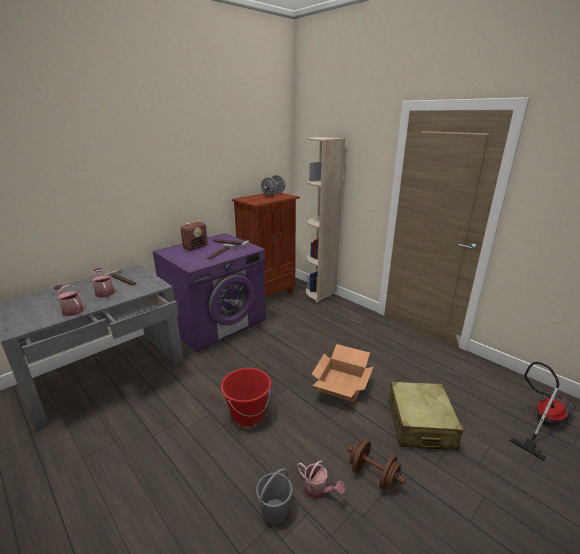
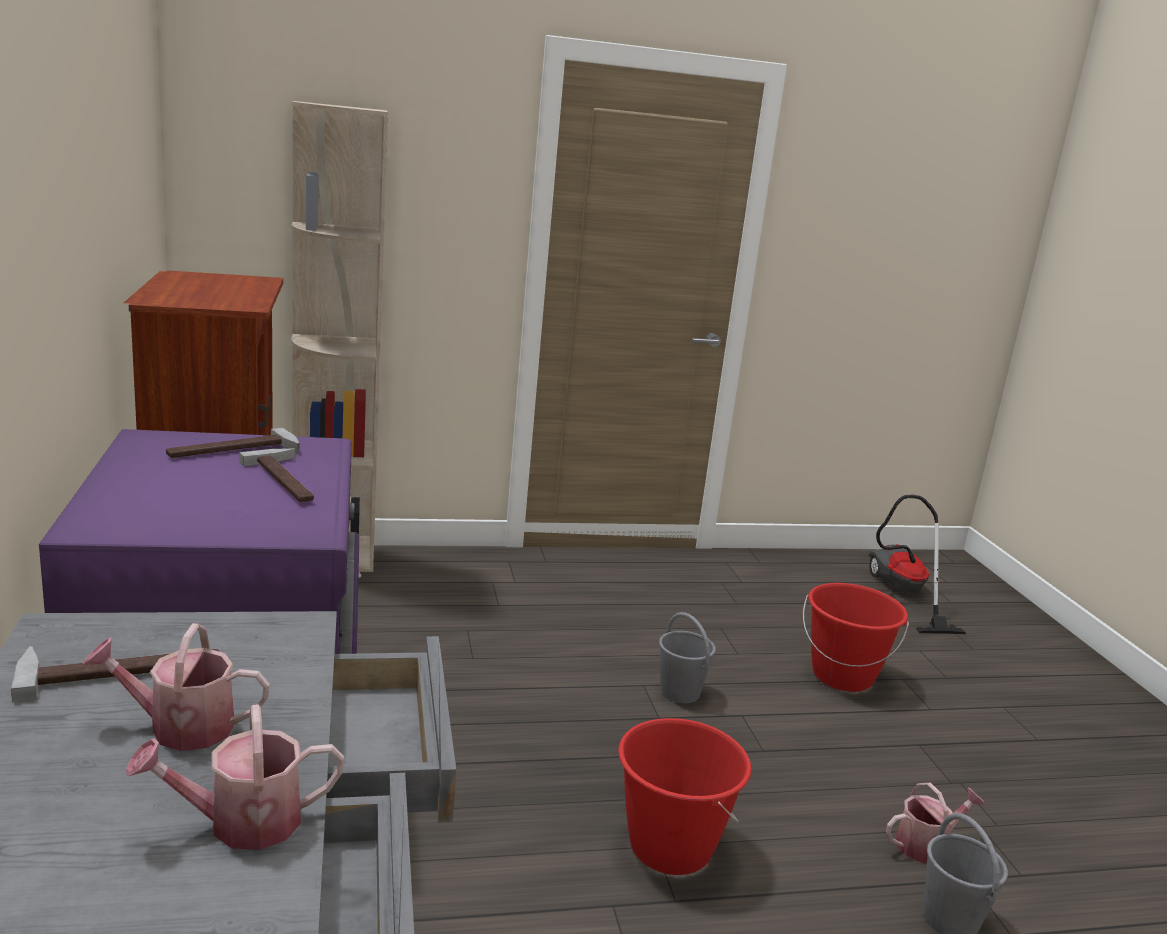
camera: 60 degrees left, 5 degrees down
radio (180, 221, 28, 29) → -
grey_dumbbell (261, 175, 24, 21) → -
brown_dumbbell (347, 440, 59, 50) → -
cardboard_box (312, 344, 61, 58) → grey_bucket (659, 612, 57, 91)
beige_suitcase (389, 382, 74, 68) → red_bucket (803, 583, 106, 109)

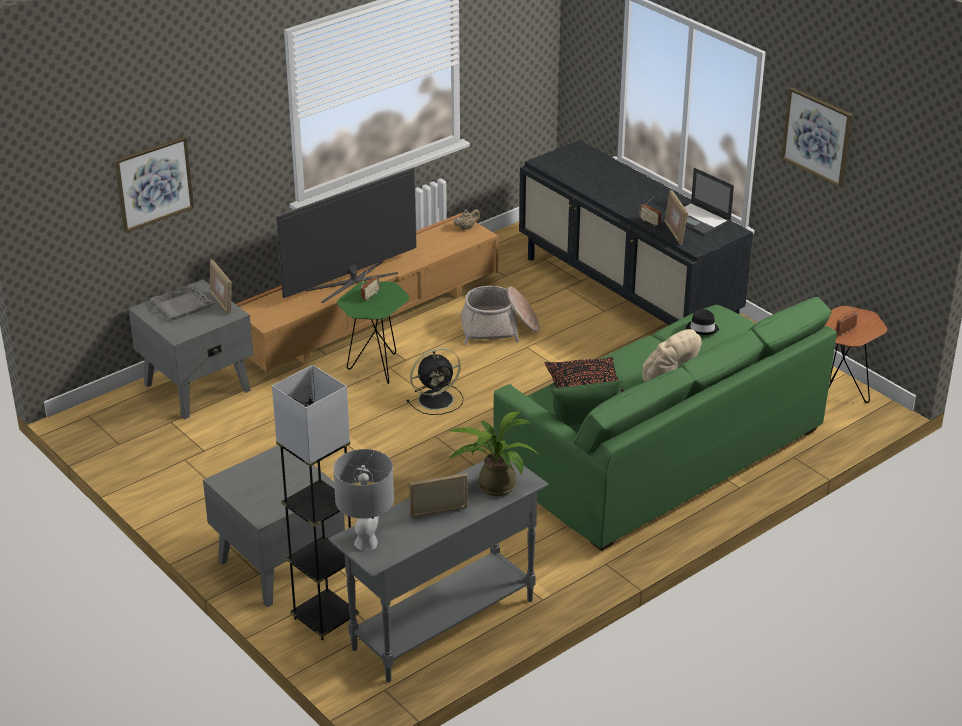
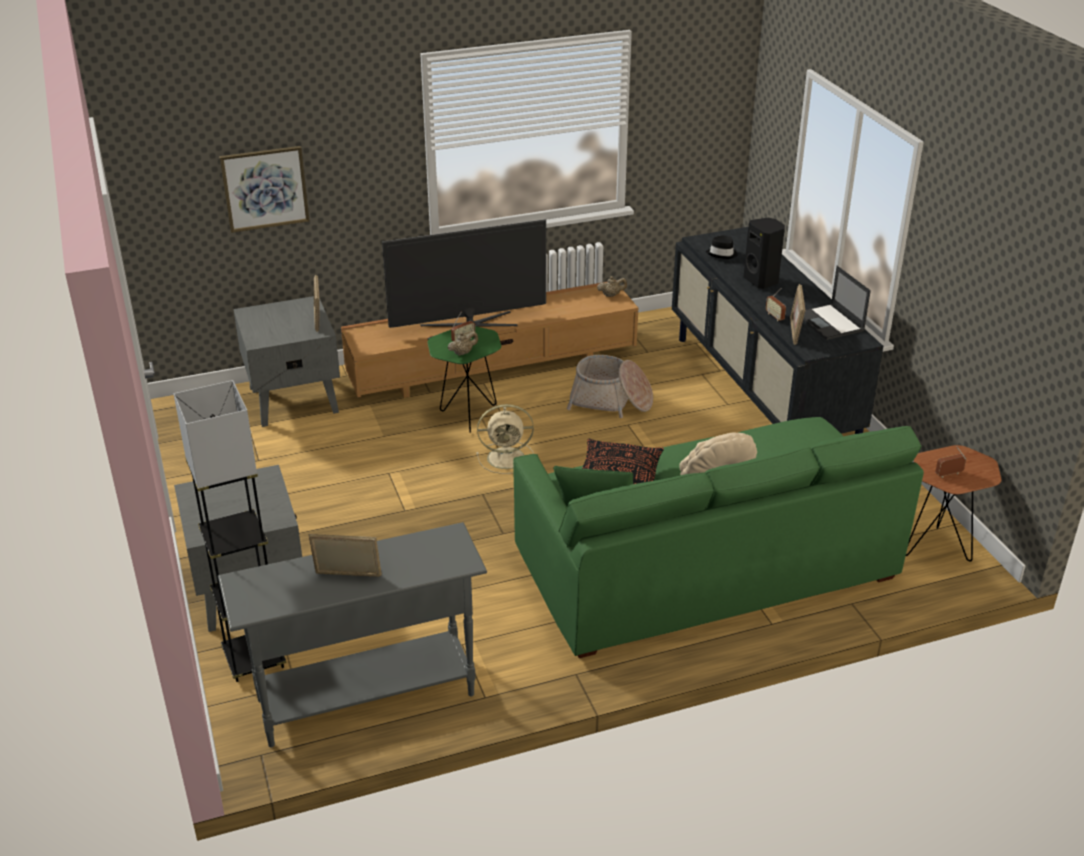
camera: 20 degrees right, 0 degrees up
grey_tray (150, 283, 65, 37) → -
grey_table_lamp (333, 449, 61, 102) → -
potted_plant (448, 412, 92, 84) → -
picture (781, 87, 71, 100) → -
- → beige_teapot (448, 332, 30, 24)
- → black_speaker (743, 218, 42, 71)
black_hat (686, 309, 33, 26) → black_hat (706, 236, 32, 23), relocated
black_fan (406, 348, 57, 67) → beige_fan (476, 404, 58, 70)

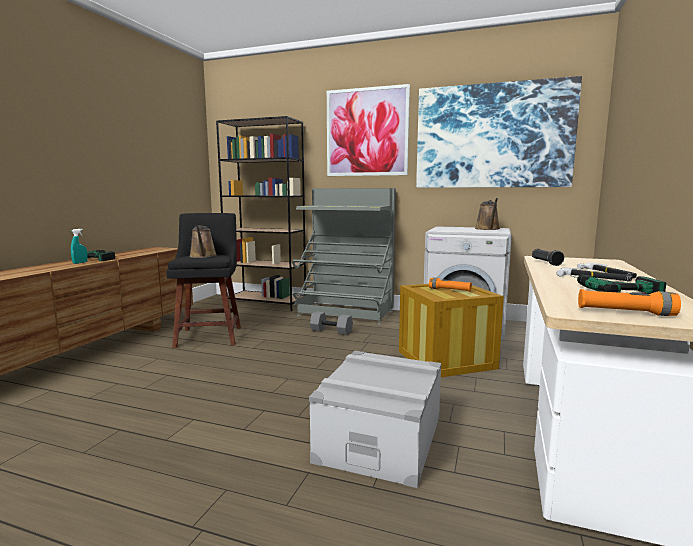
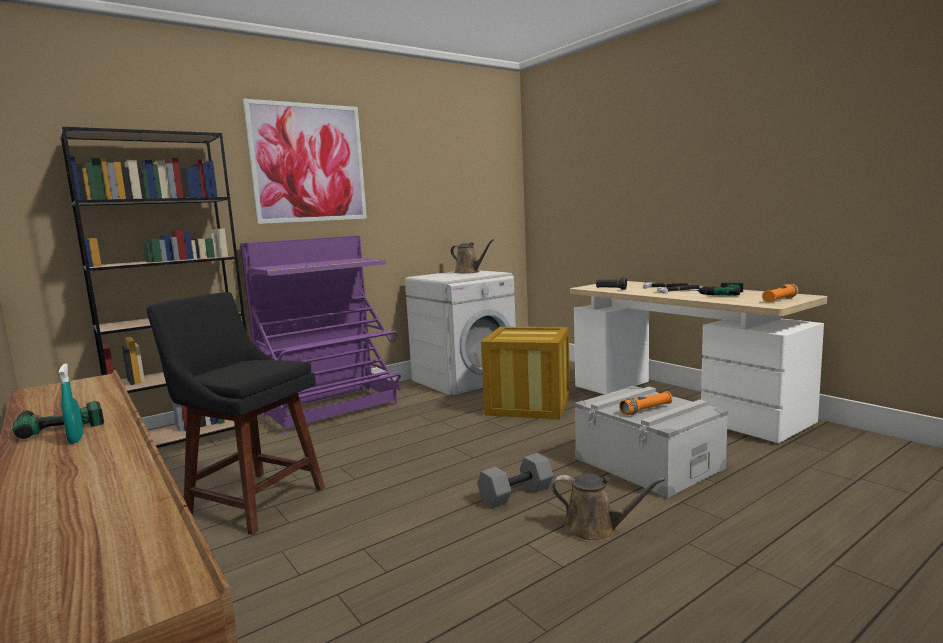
camera: 55 degrees left, 0 degrees up
picture (416, 76, 166, 112) → -
brown_watering_can (189, 225, 28, 33) → brown_watering_can (551, 473, 114, 69), relocated
grey_dumbbell (310, 311, 43, 24) → grey_dumbbell (477, 453, 76, 55), relocated
orange_flashlight (429, 278, 43, 14) → orange_flashlight (619, 391, 53, 24), relocated
grey_shoe_rack (292, 188, 104, 136) → purple_shoe_rack (240, 236, 161, 198)

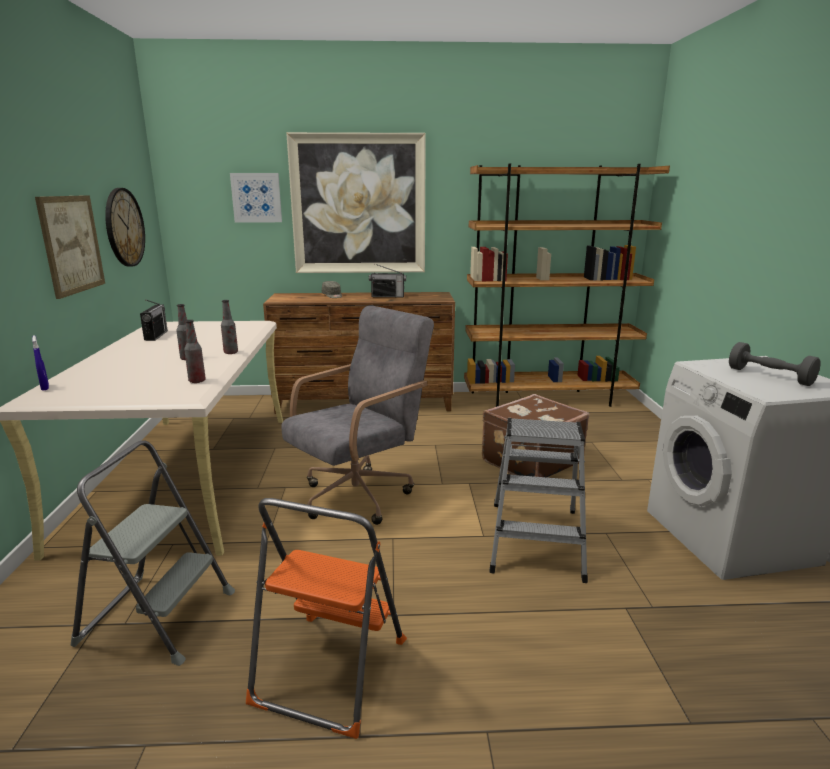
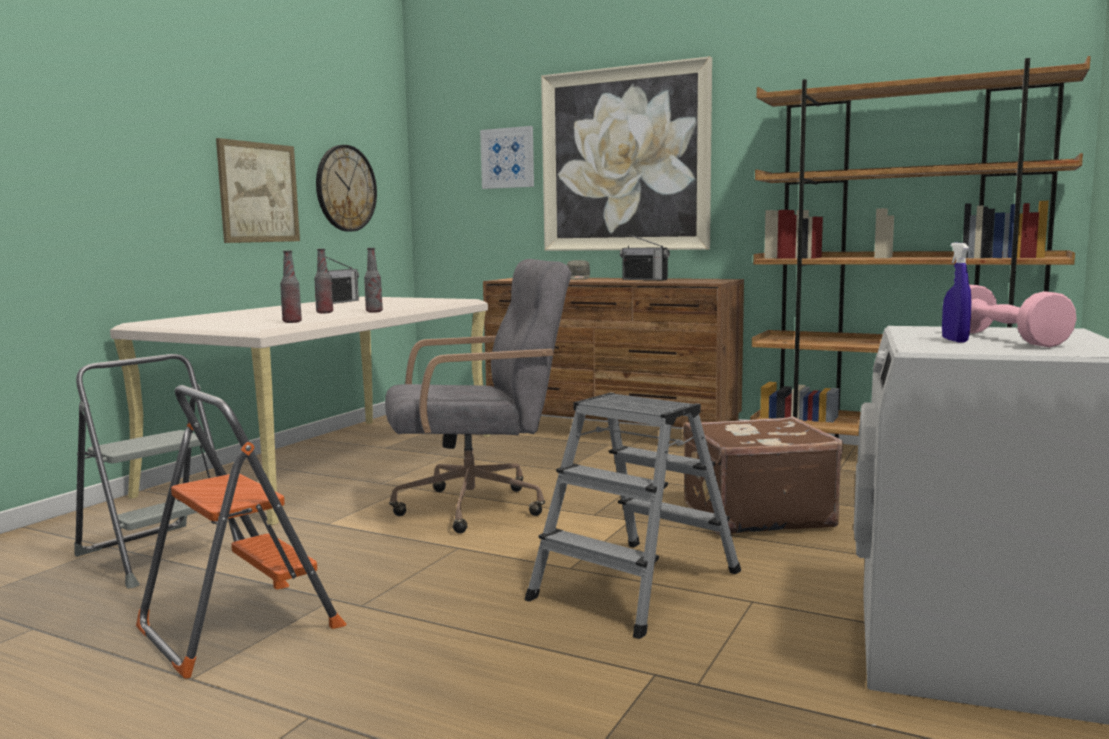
camera: 30 degrees right, 10 degrees down
blue_spray_bottle (32, 335, 17, 56) → blue_spray_bottle (942, 243, 29, 99), relocated
grey_dumbbell (729, 342, 92, 44) → pink_dumbbell (969, 284, 107, 63)

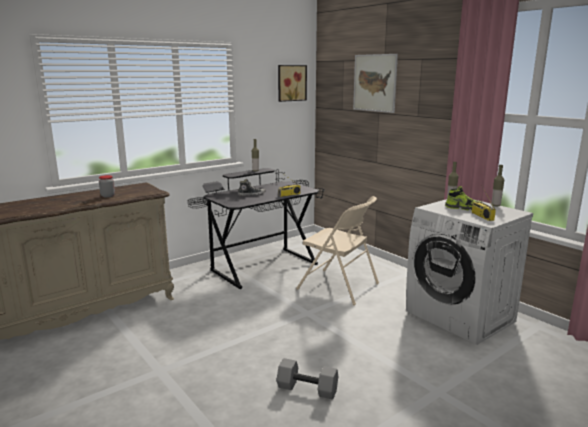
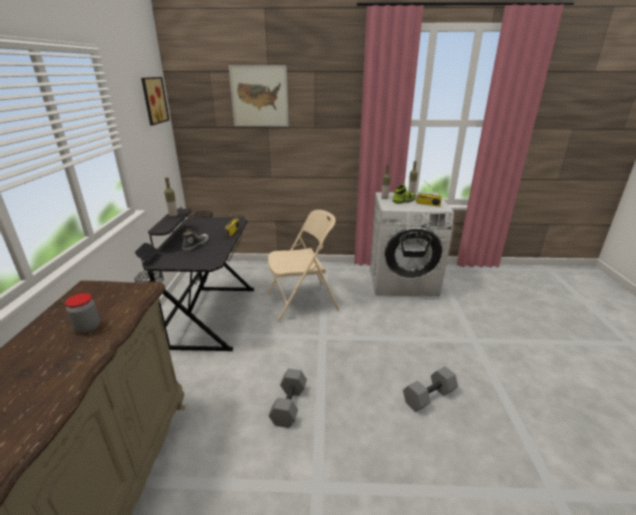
camera: 50 degrees left, 10 degrees up
- → grey_dumbbell (269, 369, 38, 59)

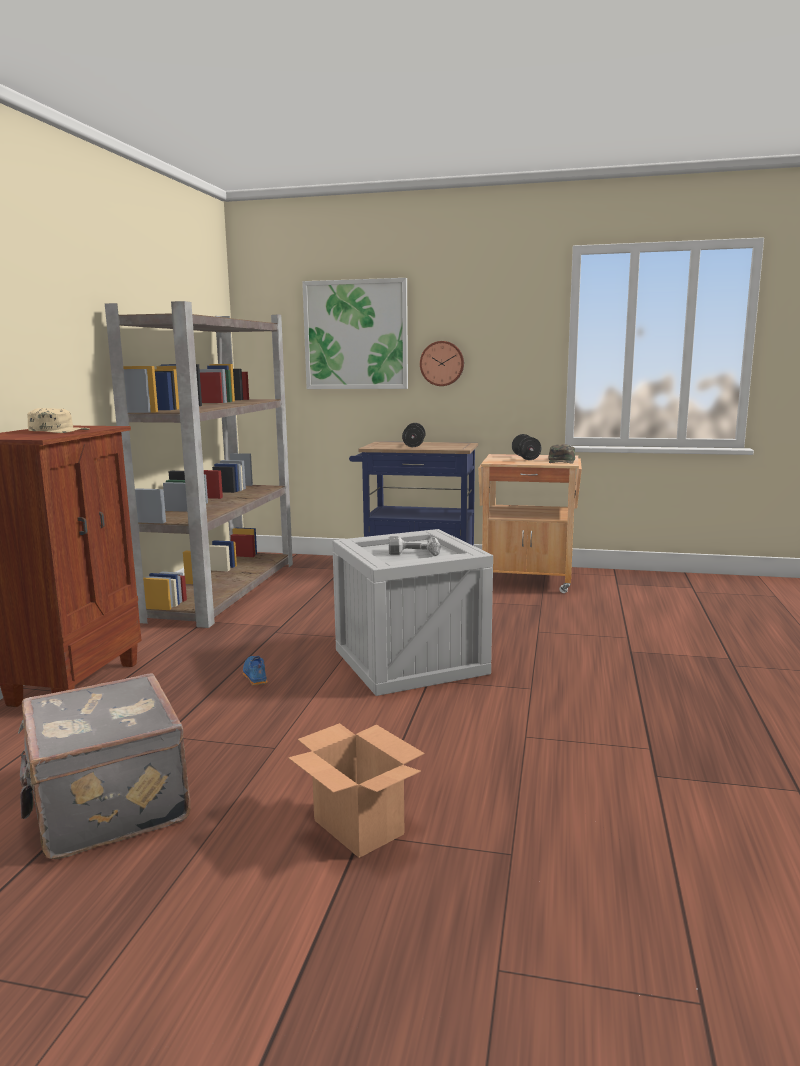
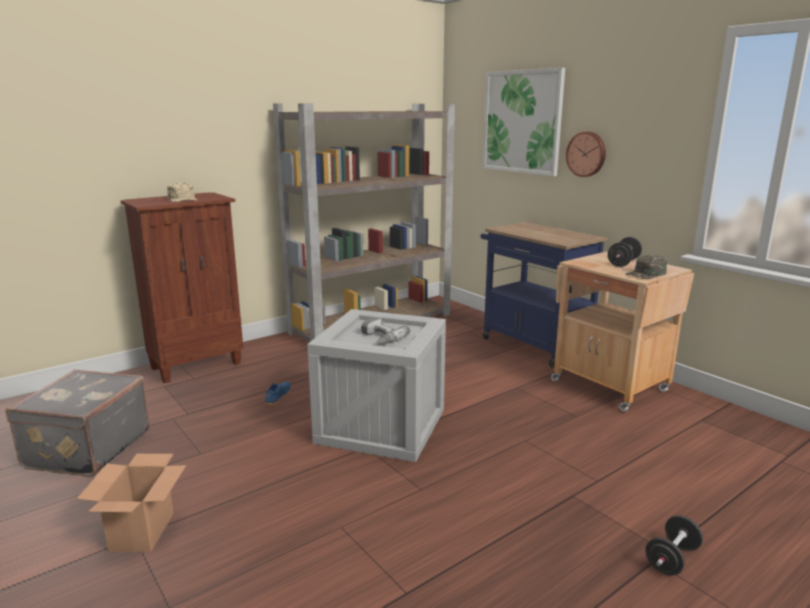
camera: 40 degrees right, 5 degrees up
black_dumbbell (402, 423, 24, 24) → black_dumbbell (646, 515, 57, 60), relocated

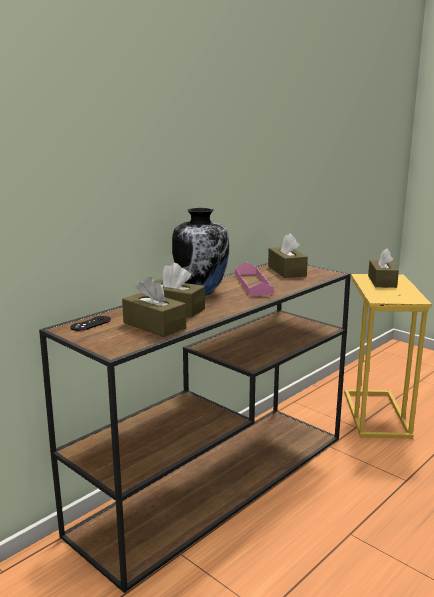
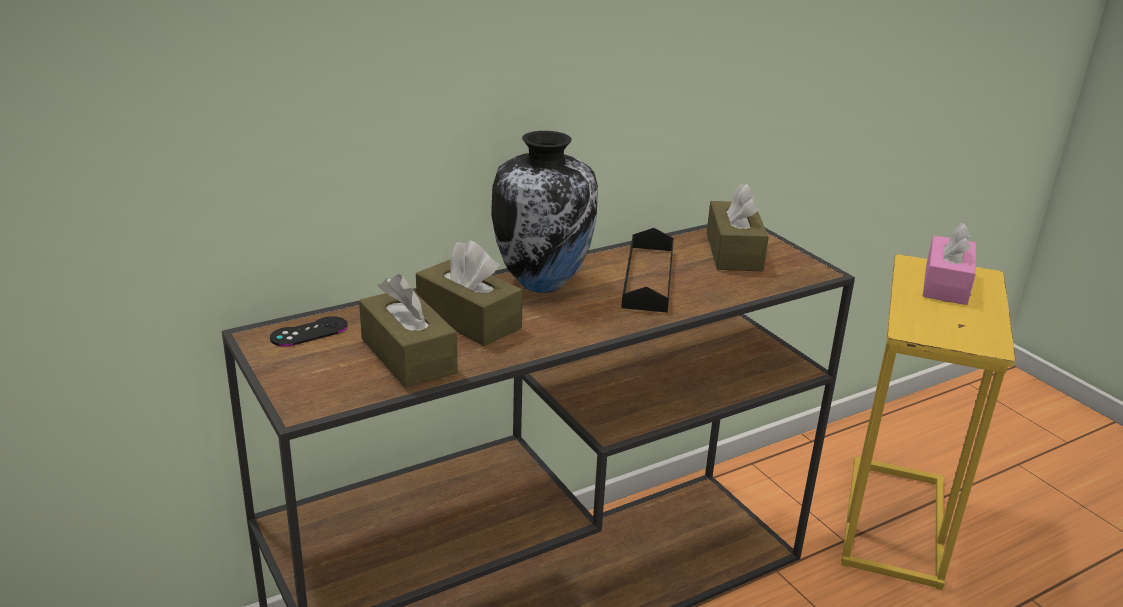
camera: 15 degrees right, 10 degrees up
pink_tray (235, 262, 39, 34) → black_tray (621, 228, 53, 85)
brown_tissue_box (368, 249, 31, 39) → pink_tissue_box (923, 223, 53, 82)

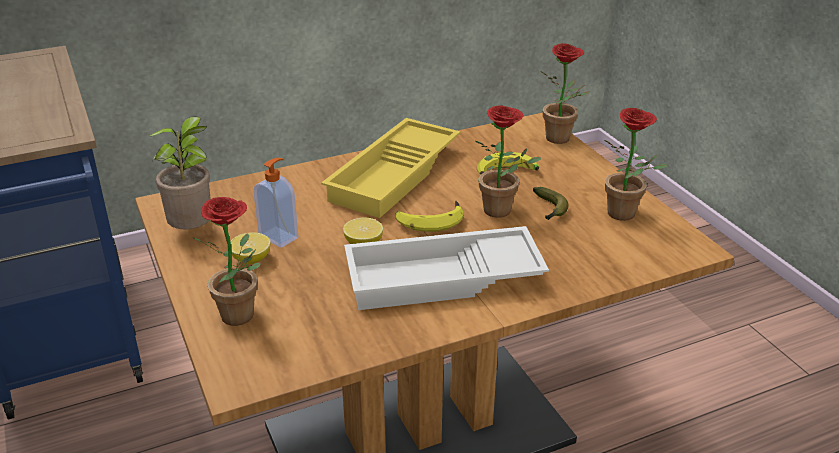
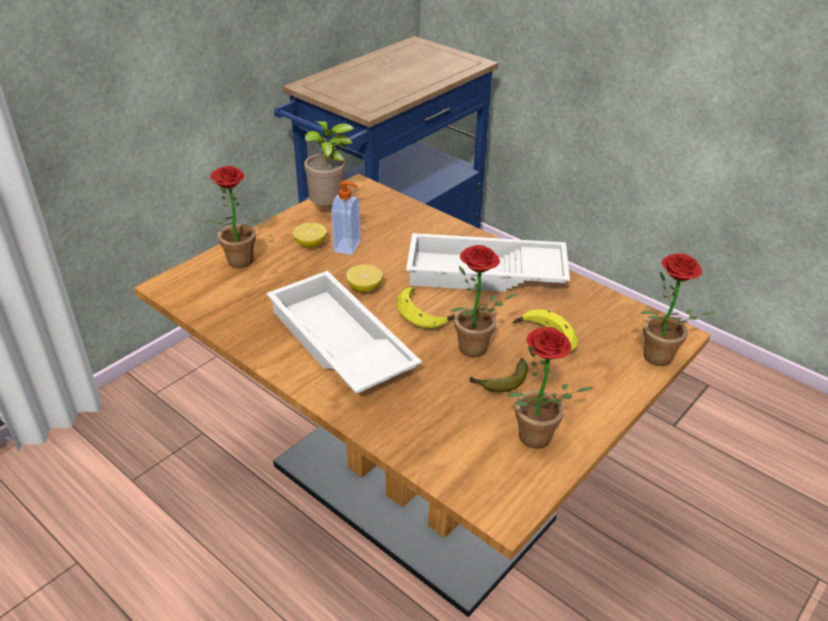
camera: 65 degrees right, 5 degrees up
yellow_tray (321, 118, 139, 100) → white_tray (406, 233, 164, 59)

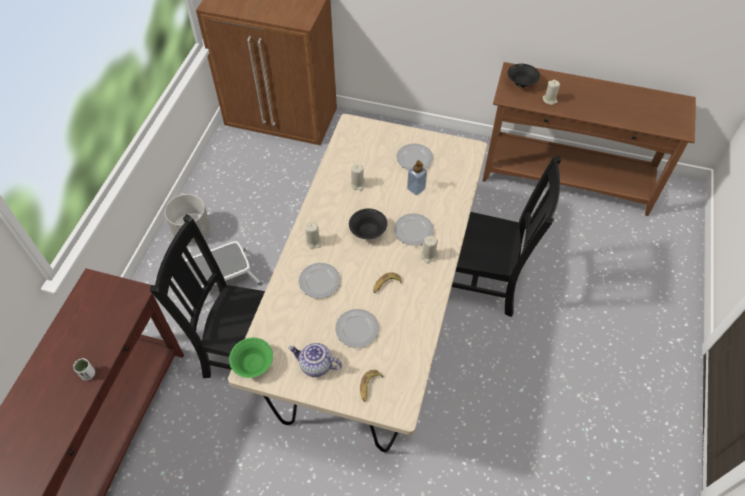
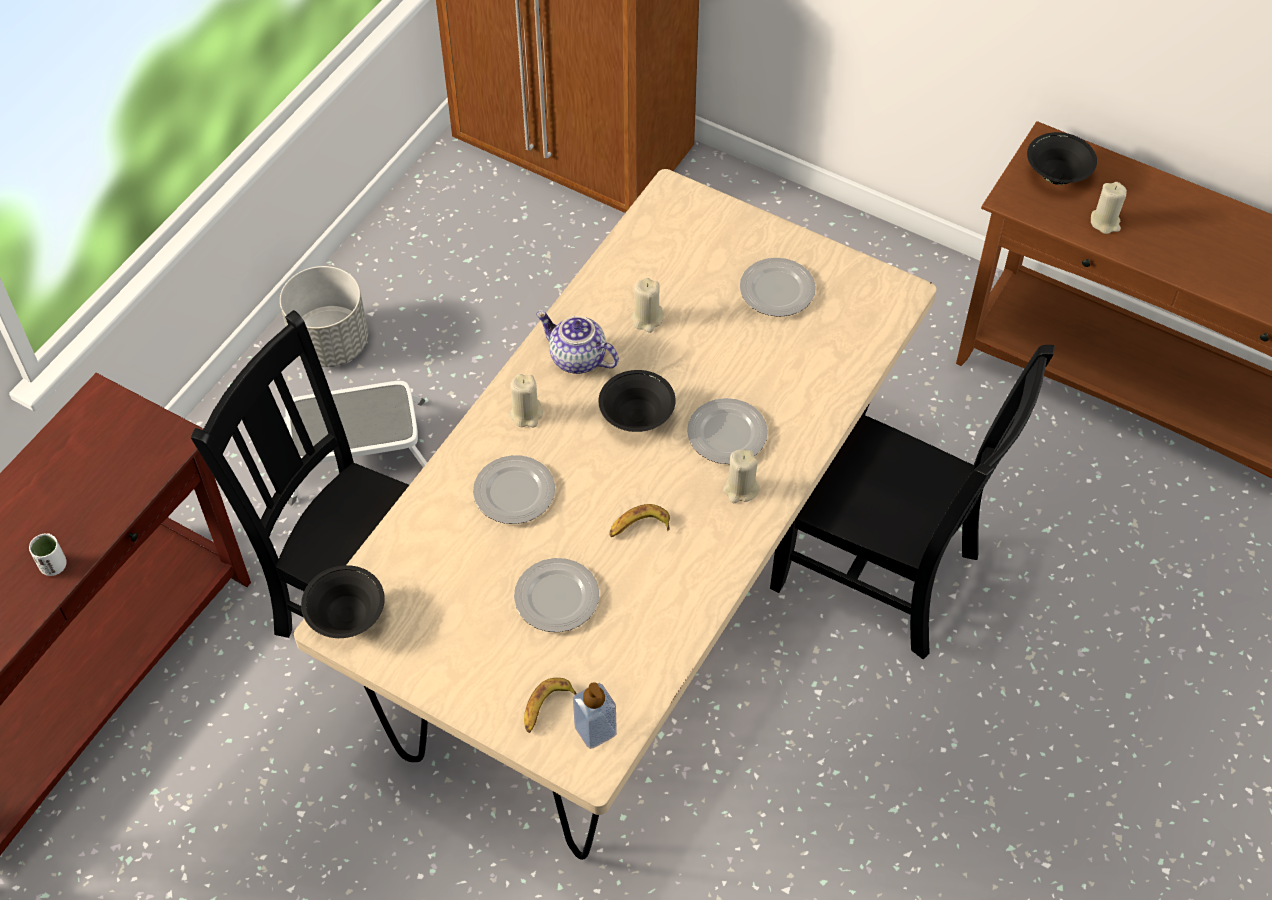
camera: 15 degrees right, 0 degrees up
teapot (288, 343, 54, 34) → teapot (536, 311, 83, 63), relocated
soap_dispenser (407, 160, 20, 35) → soap_dispenser (573, 682, 44, 67), relocated
green_bowl (229, 338, 44, 40) → black_bowl (301, 565, 84, 73)

